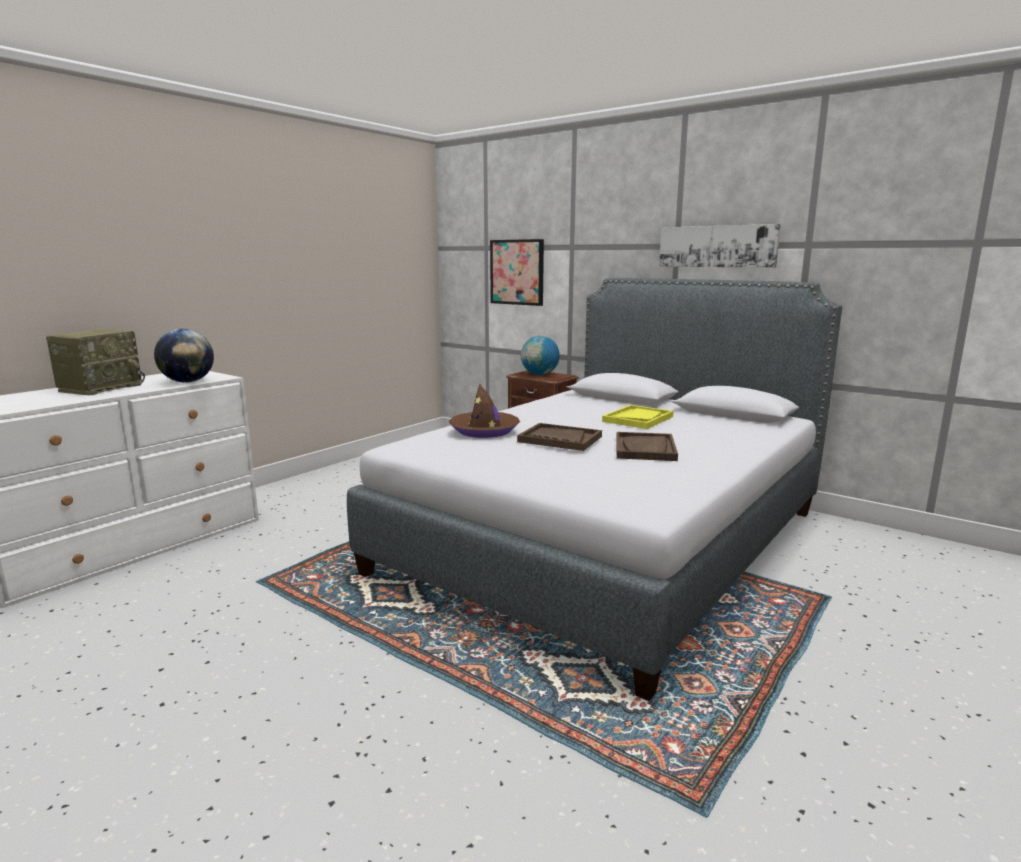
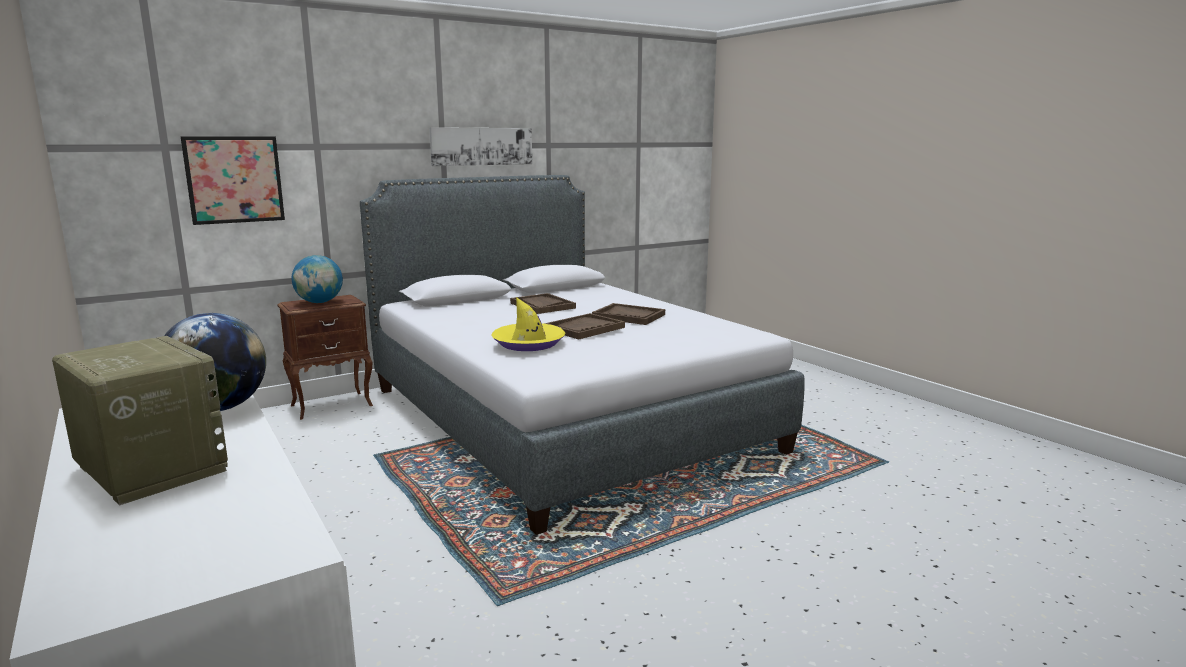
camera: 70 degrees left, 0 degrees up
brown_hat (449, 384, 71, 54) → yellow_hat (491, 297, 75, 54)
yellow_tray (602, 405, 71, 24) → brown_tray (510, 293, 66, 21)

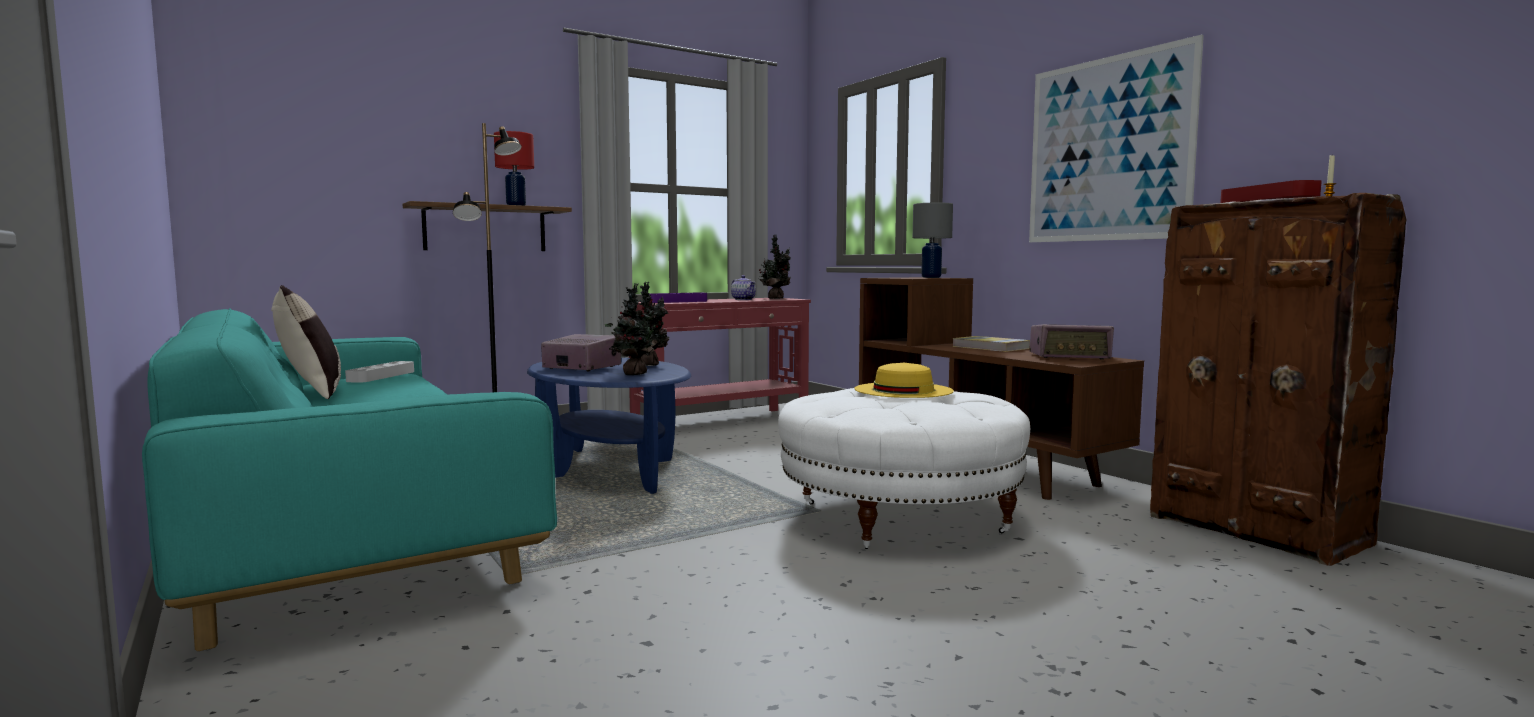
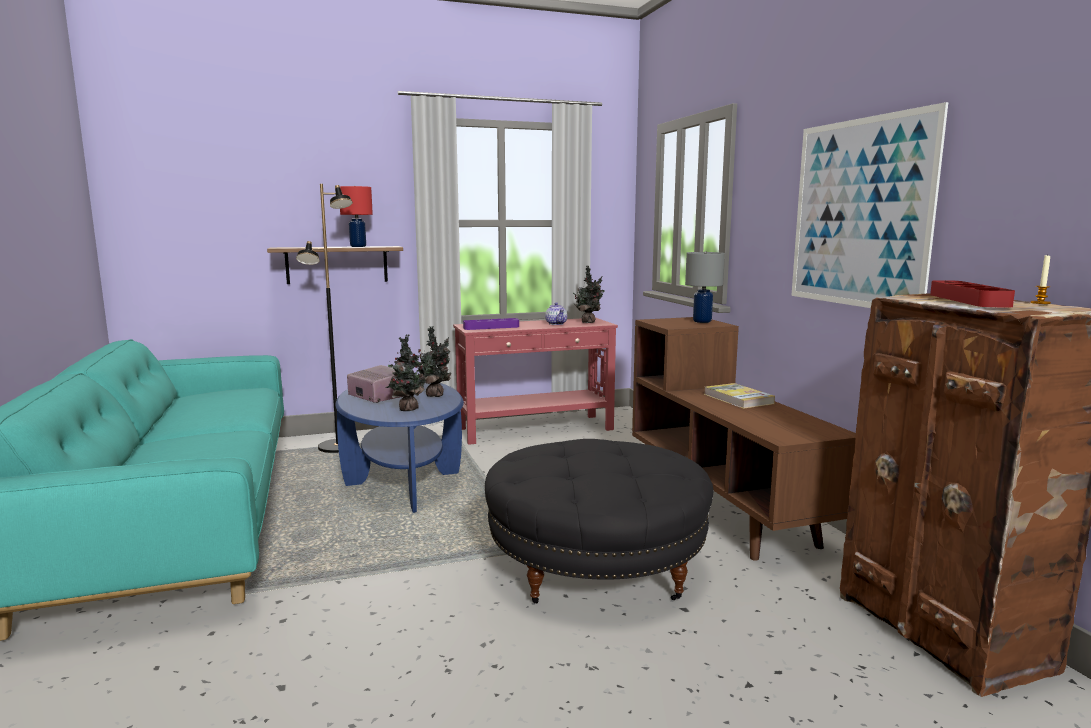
camera: 15 degrees right, 5 degrees up
pillow (271, 285, 70, 114) → -
grey_tray (345, 361, 69, 22) → -
yellow_hat (854, 363, 100, 35) → -
radio (1030, 324, 84, 36) → -
white_ottoman (778, 388, 252, 161) → black_ottoman (485, 439, 229, 164)

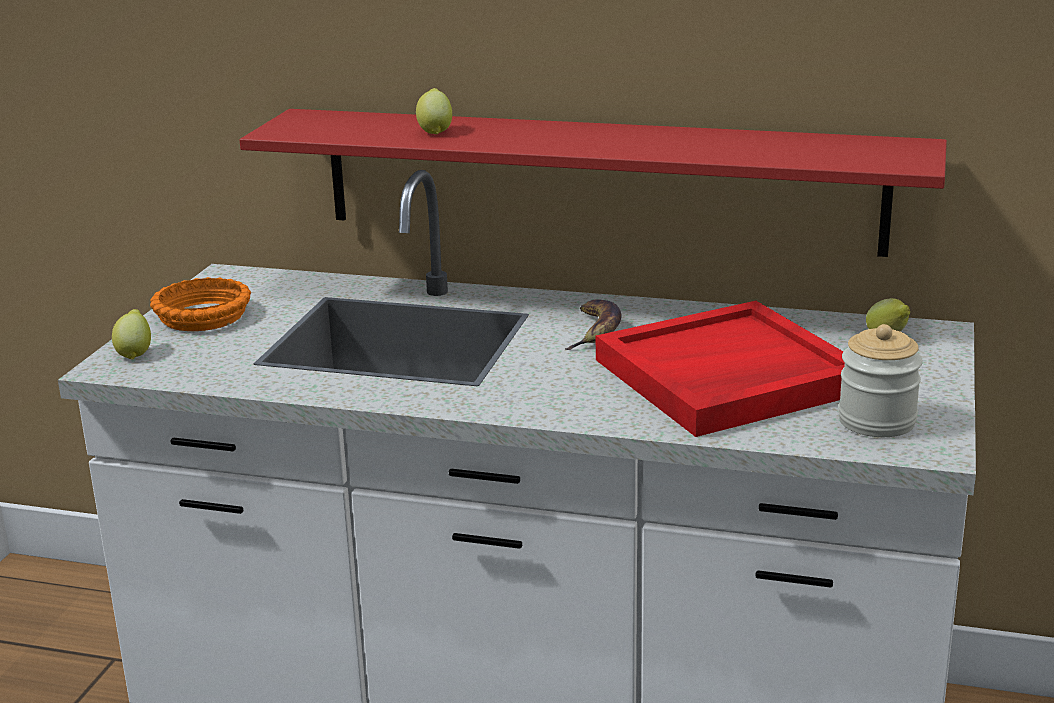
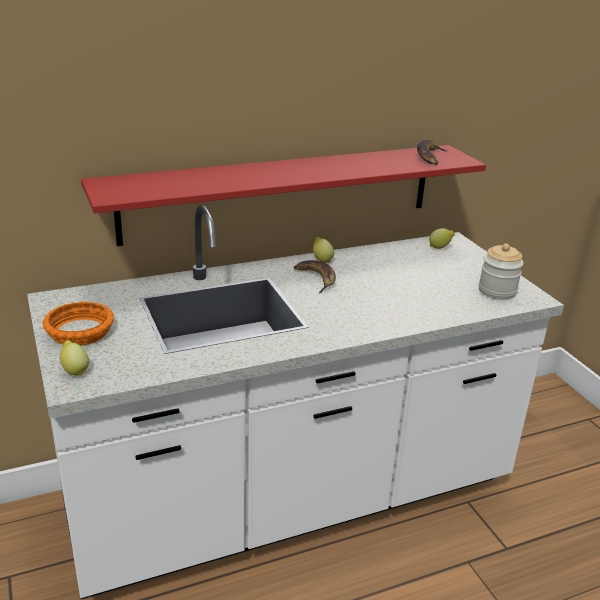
camera: 40 degrees left, 5 degrees up
red_tray (596, 301, 249, 136) → -
- → banana (417, 140, 31, 25)
lemon (416, 88, 36, 46) → lemon (313, 237, 21, 26), relocated

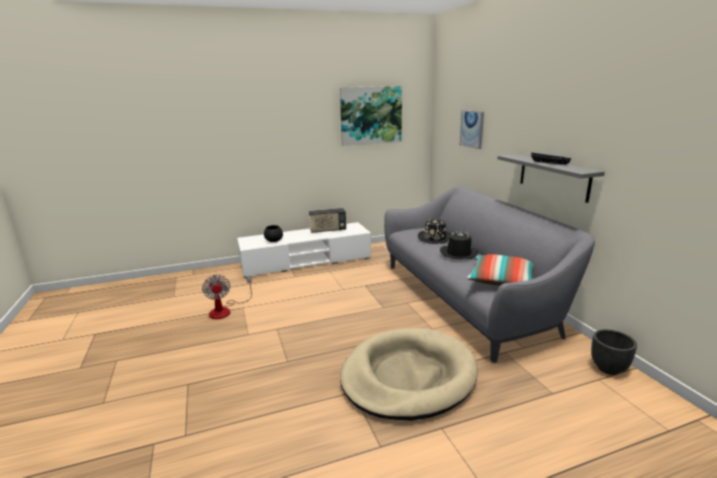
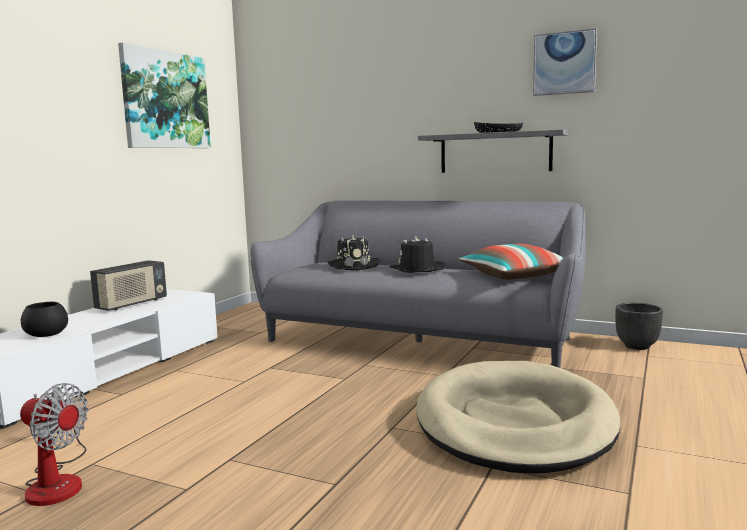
camera: 45 degrees left, 10 degrees down
picture (460, 110, 24, 39) → picture (533, 28, 64, 68), relocated

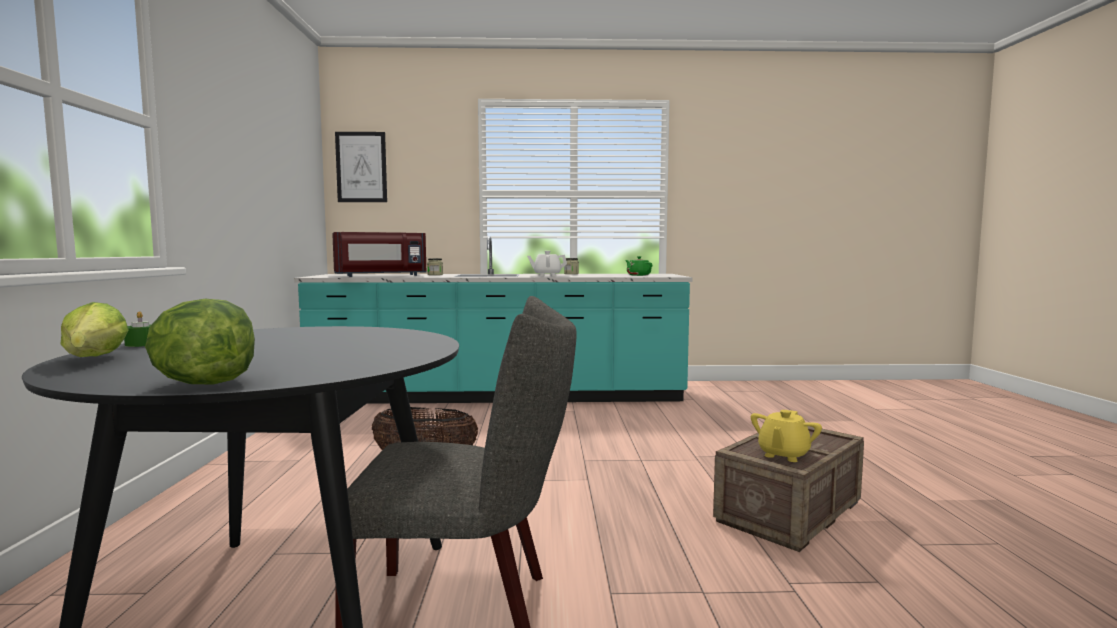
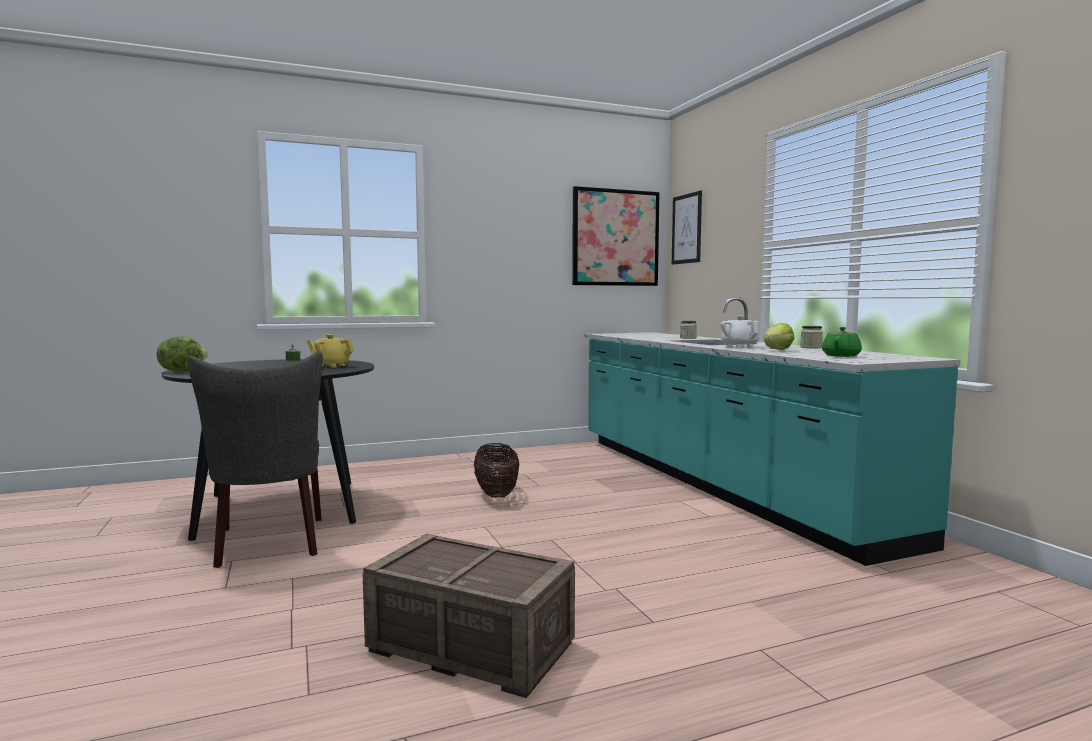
camera: 70 degrees right, 0 degrees up
red_microwave (332, 232, 95, 45) → -
- → picture (572, 186, 88, 100)
lettuce (60, 302, 69, 55) → lettuce (764, 323, 31, 27), relocated
yellow_teapot (751, 410, 71, 52) → yellow_teapot (306, 334, 48, 34), relocated

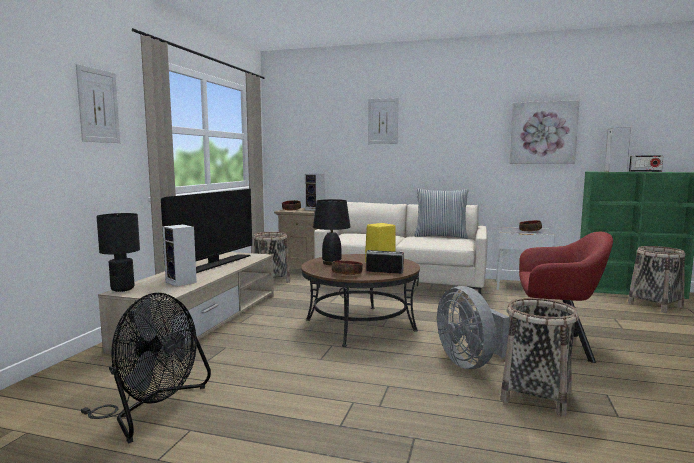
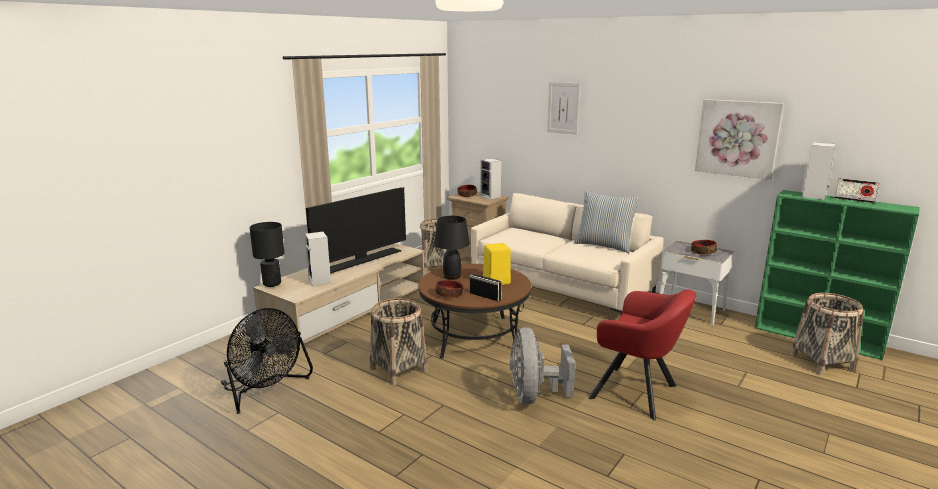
camera: 20 degrees right, 10 degrees up
picture (76, 64, 44, 79) → -
basket (500, 298, 79, 119) → basket (370, 298, 58, 87), relocated

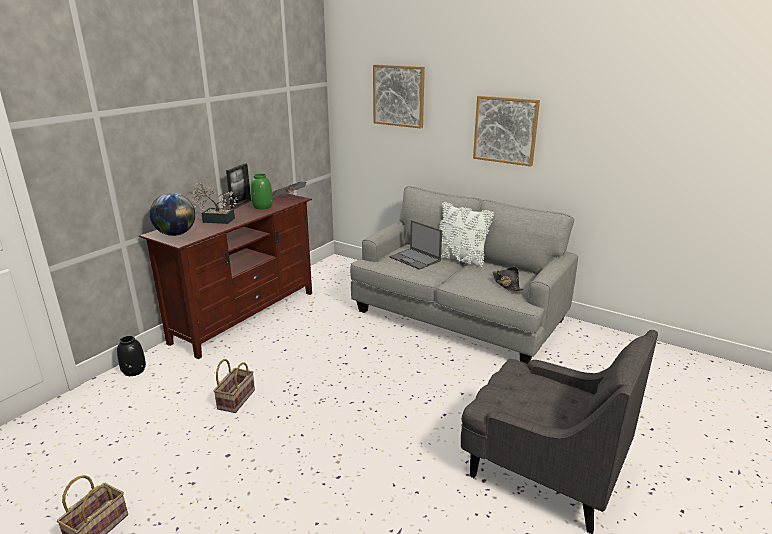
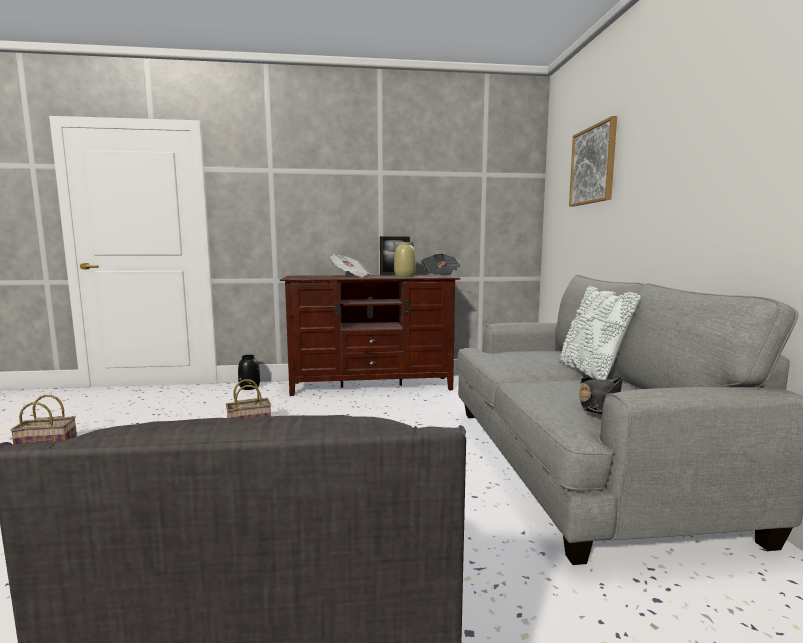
camera: 50 degrees right, 15 degrees down
globe (150, 193, 45, 43) → -
laptop (390, 220, 52, 50) → -
picture (473, 96, 67, 70) → -
potted_plant (189, 181, 50, 43) → newspaper (330, 253, 40, 24)
green_vase (251, 173, 22, 37) → beige_vase (394, 242, 22, 35)

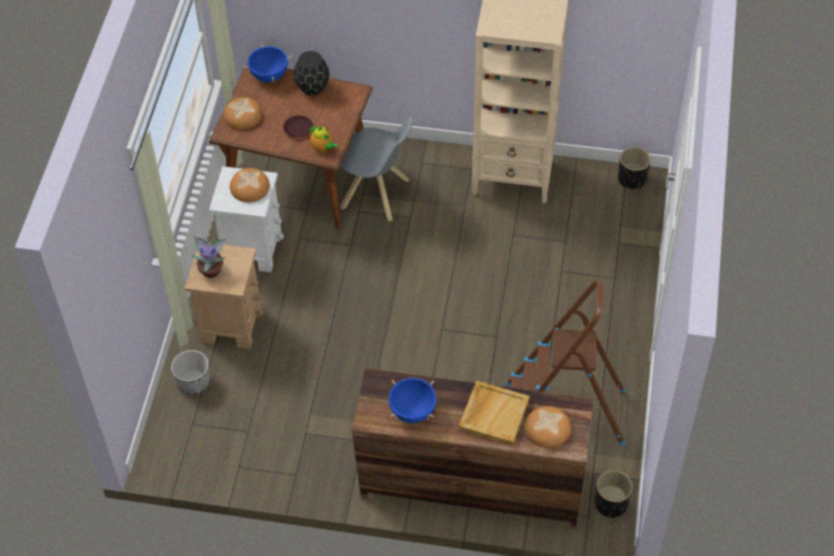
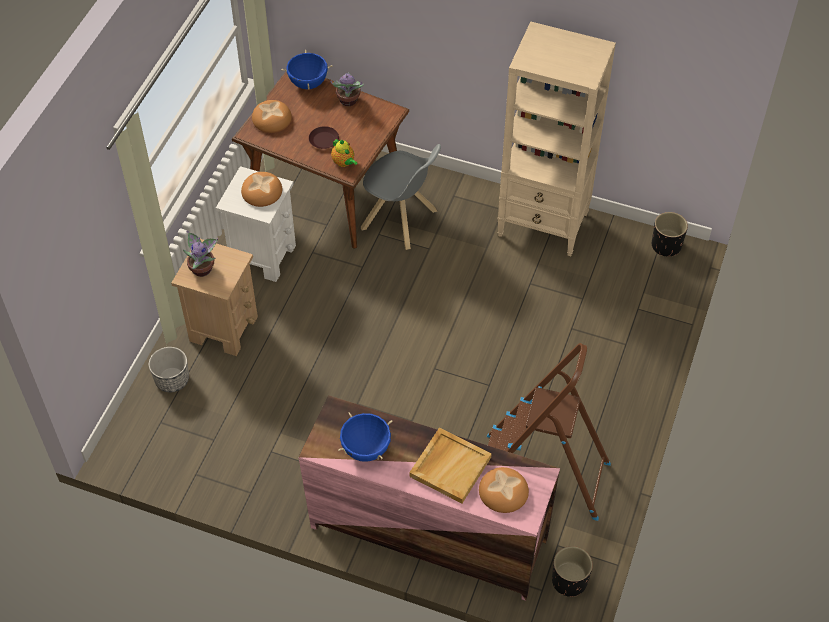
camera: 10 degrees right, 0 degrees up
black_vase (294, 51, 35, 45) → potted_plant (330, 73, 34, 33)
brown_cabinet (352, 368, 242, 161) → pink_cabinet (298, 395, 262, 206)

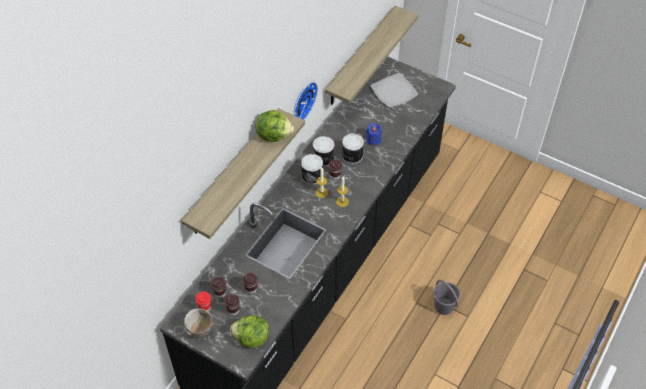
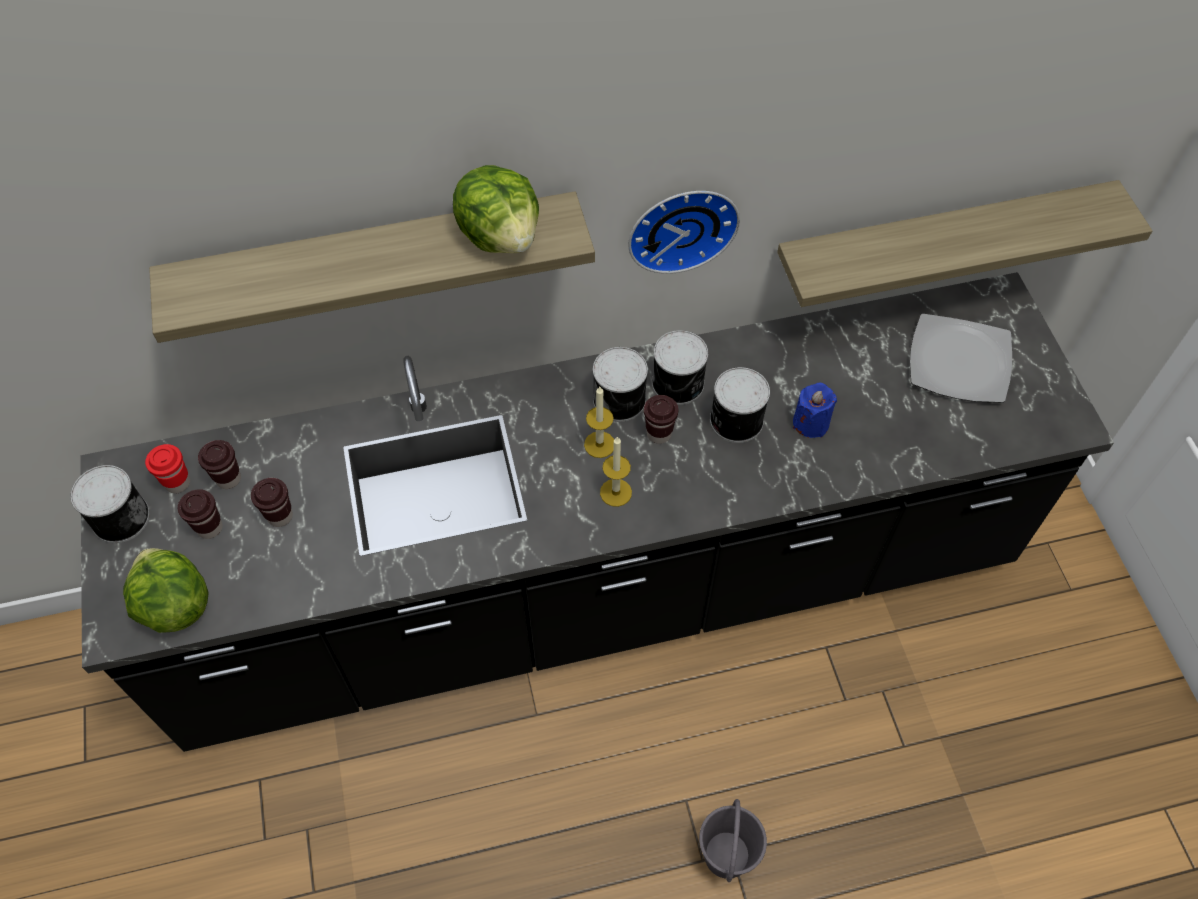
camera: 45 degrees right, 5 degrees up
bowl (184, 308, 28, 30) → can (71, 465, 79, 78)

